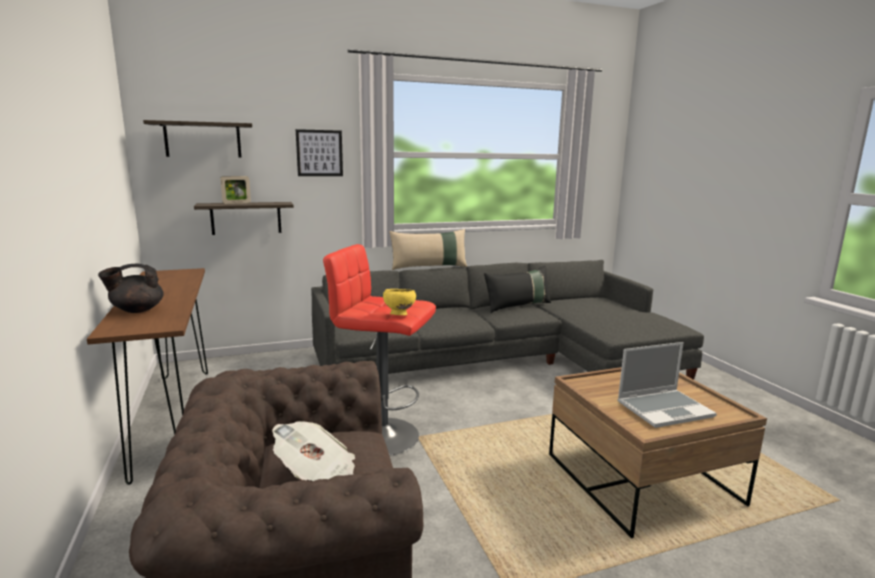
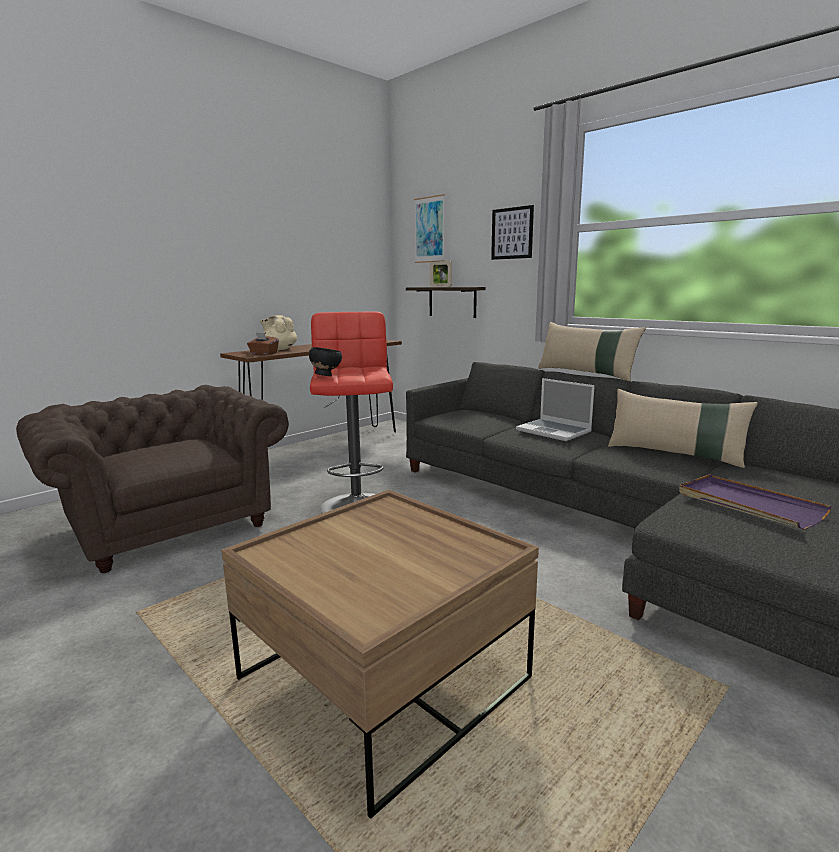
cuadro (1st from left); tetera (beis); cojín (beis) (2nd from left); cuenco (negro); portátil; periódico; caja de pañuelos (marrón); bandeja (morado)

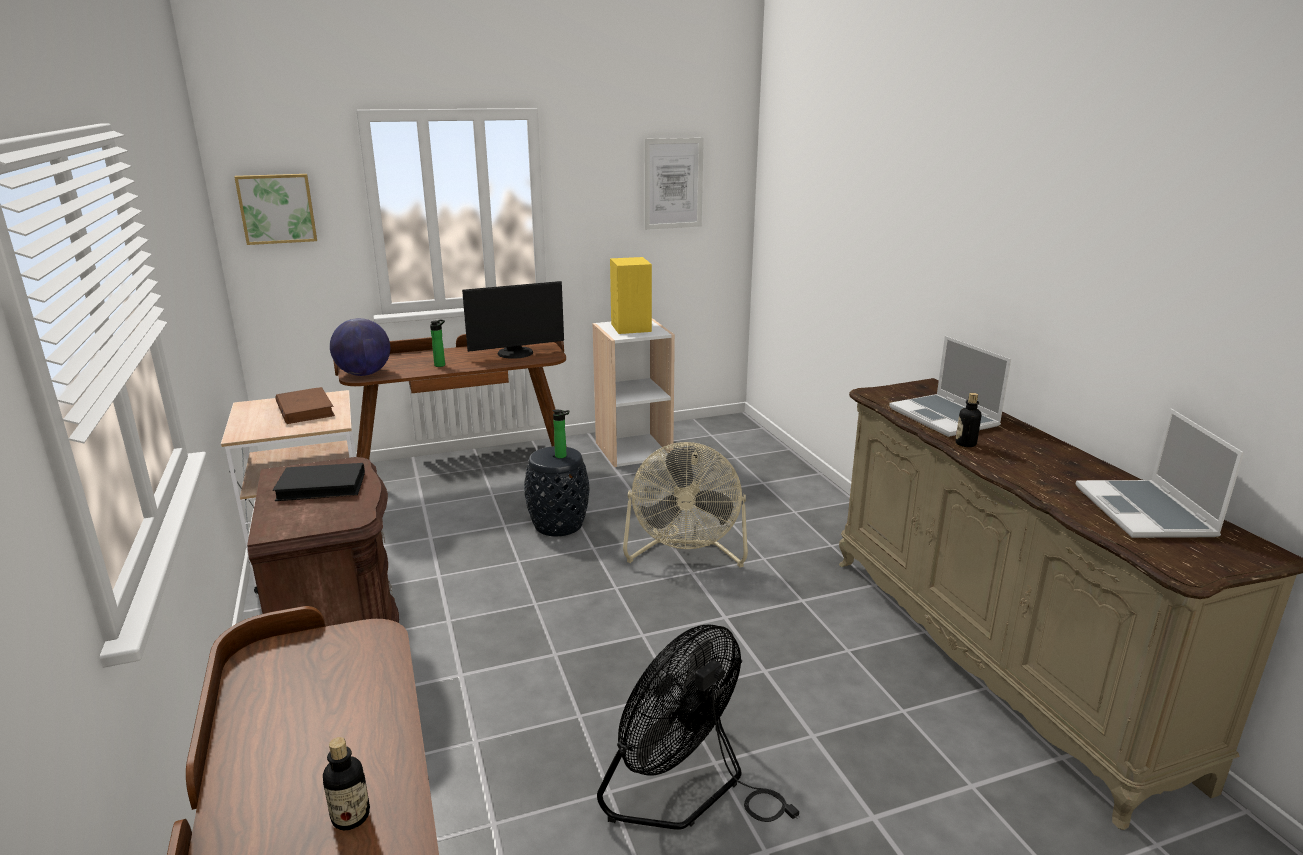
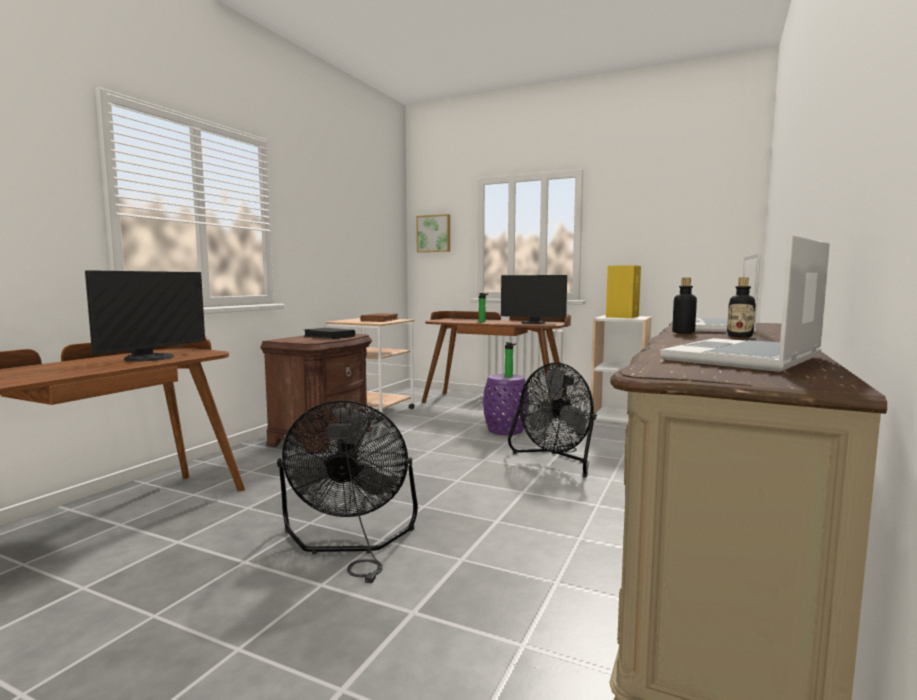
cuadro (2nd from left in the first image); globo terráqueo; ventilador (negro) (2nd from left); taburete (morado); botella (4th from left); monitor (1st from left)

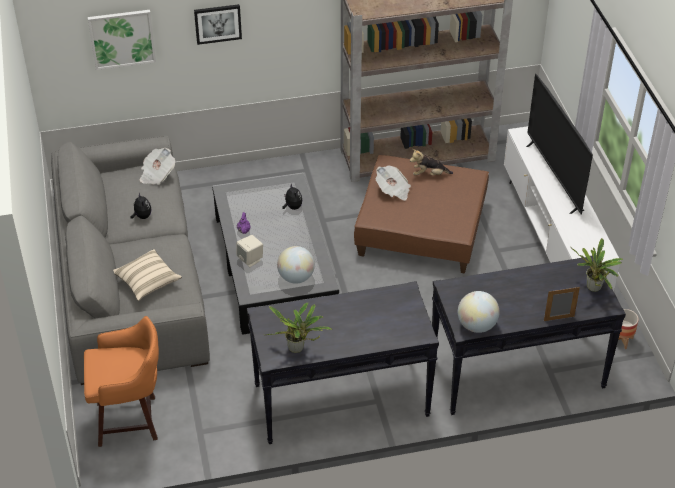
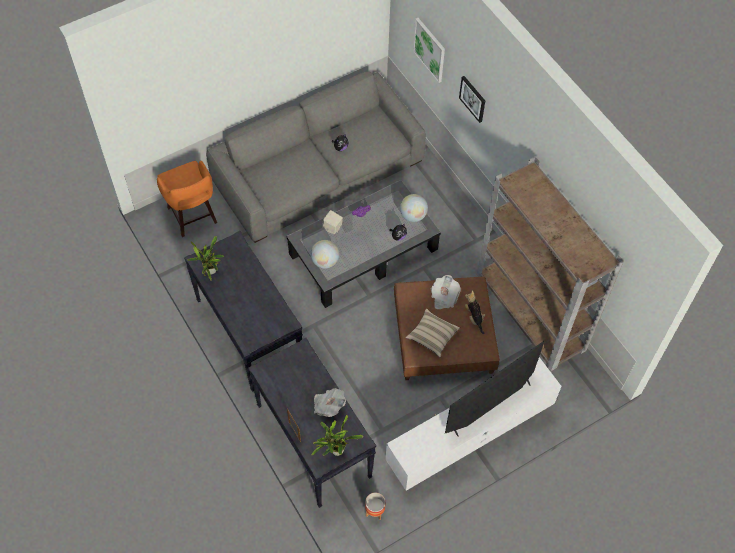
periódico (1st from left); cojín (beis); globo terráqueo (2nd from left)

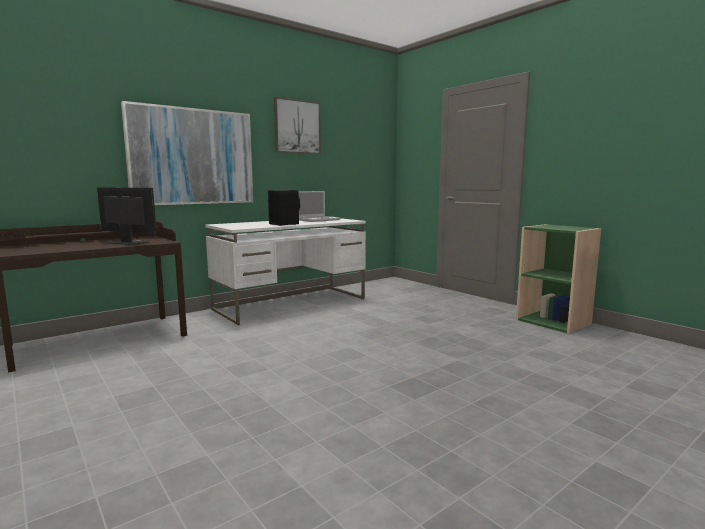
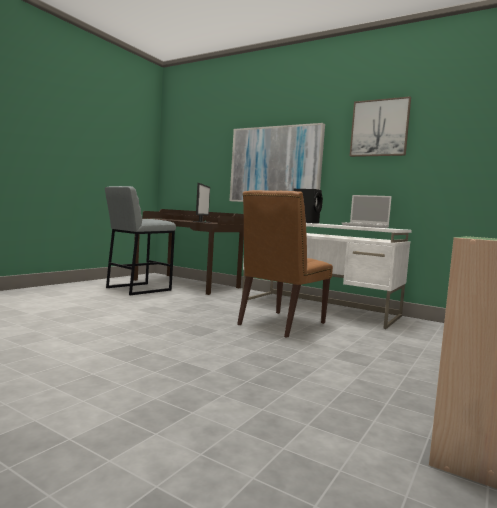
taburete (gris); silla (marrón)

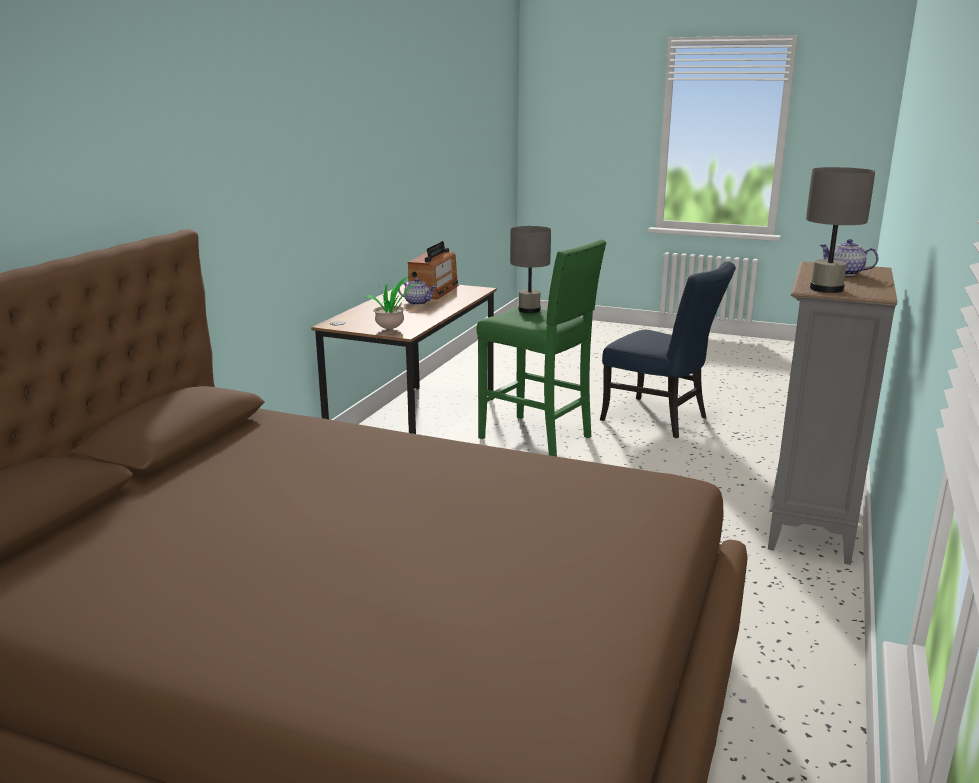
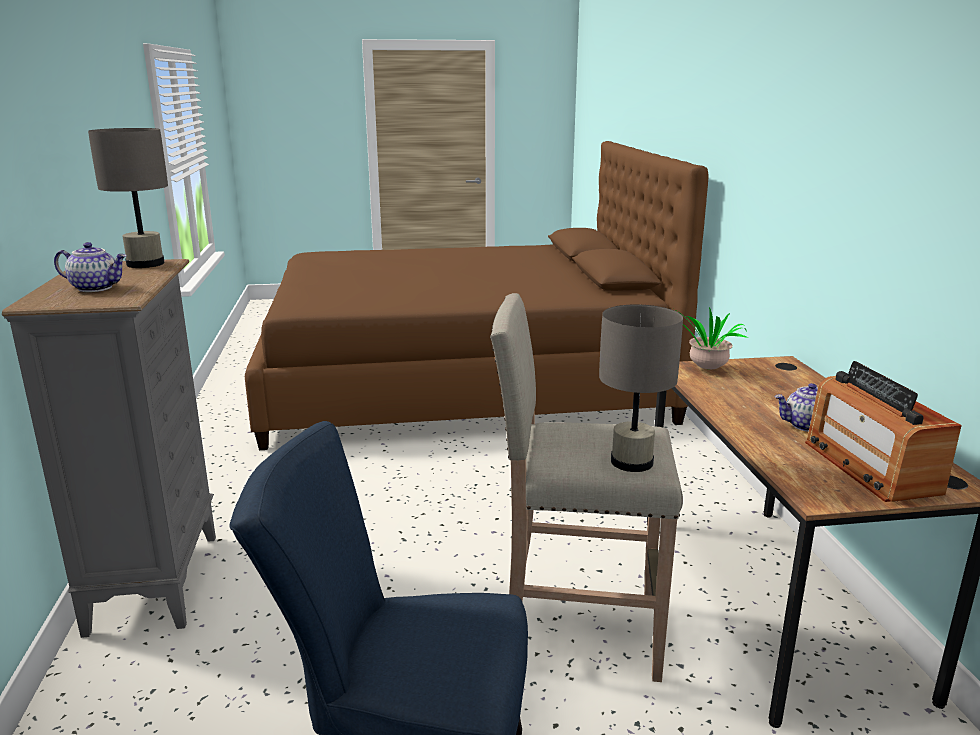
taburete (beis)

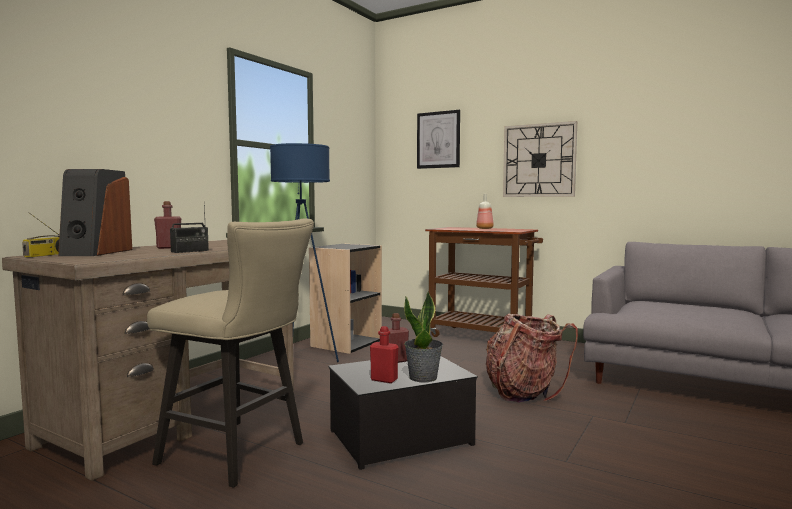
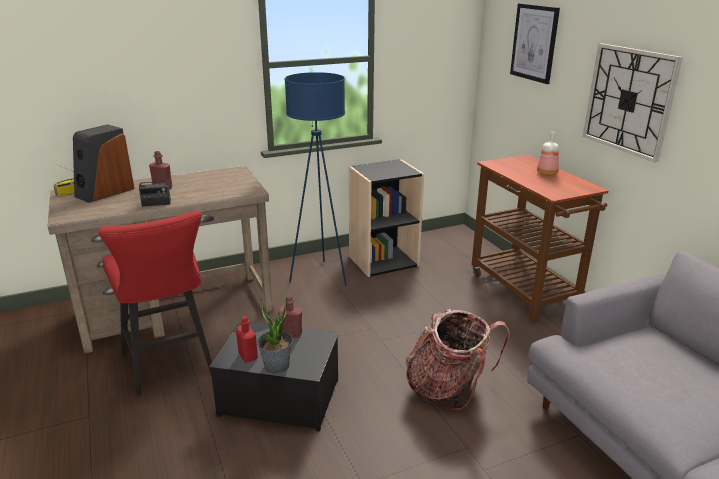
taburete (rojo)

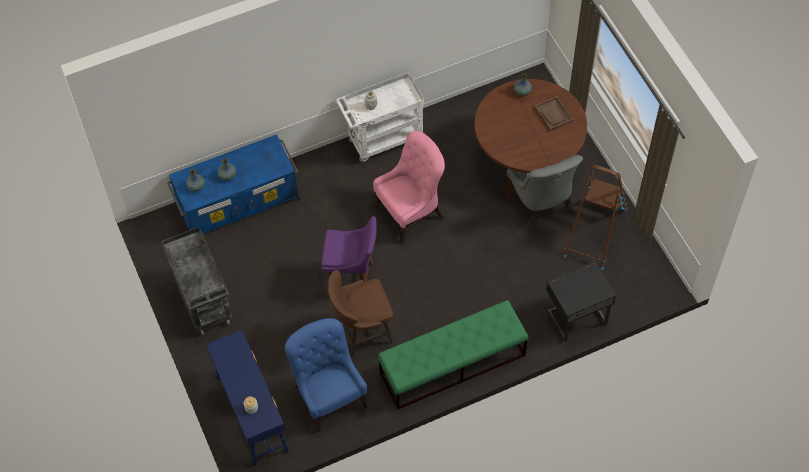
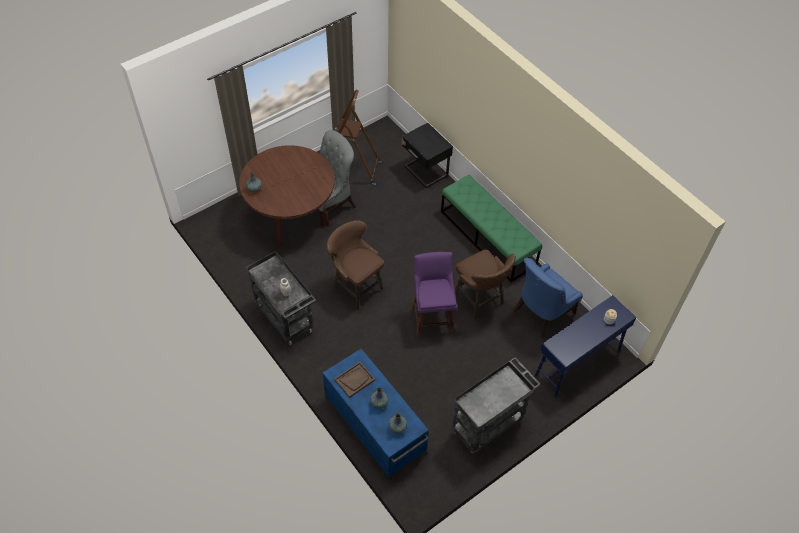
carrito (negro) (1st from left); bandeja (marrón); taburete (marrón) (1st from left)

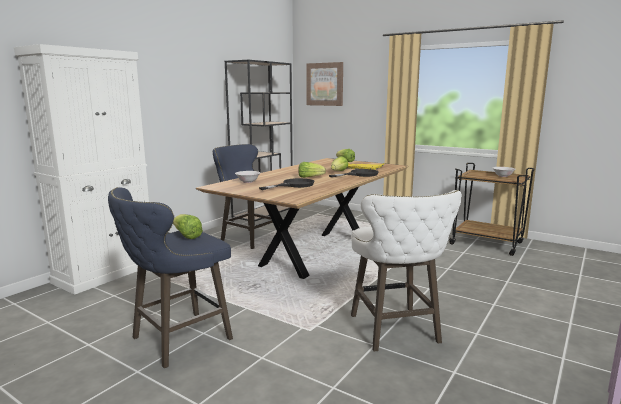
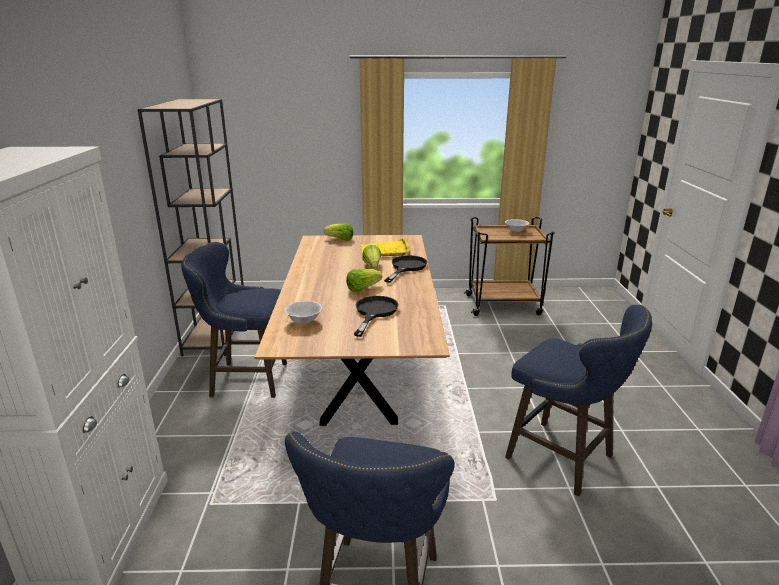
cuadro; taburete (azul) (3rd from left); lechuga (1st from left in the first image)

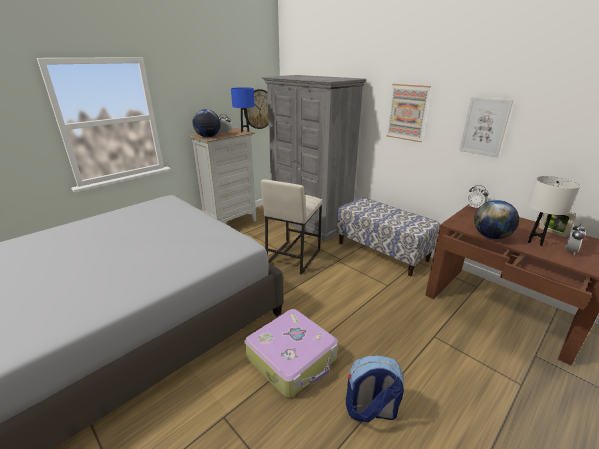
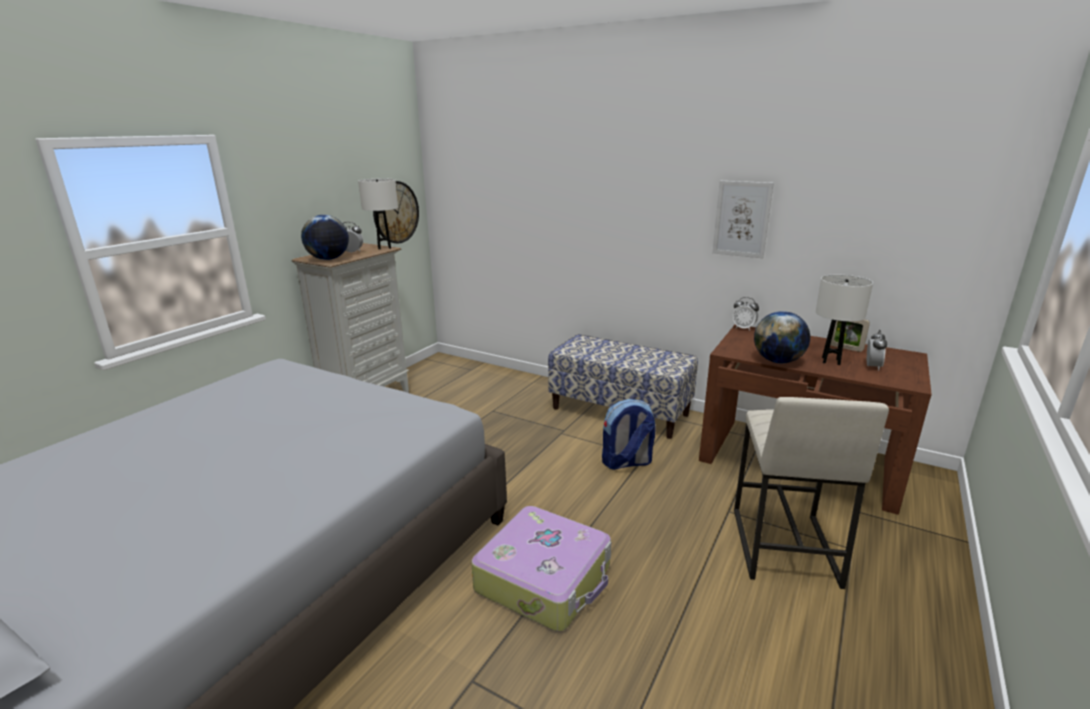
armario ropero (gris); cuadro (1st from left in the first image); lámpara de mesa (blanco) (1st from left); taburete (beis); mochila

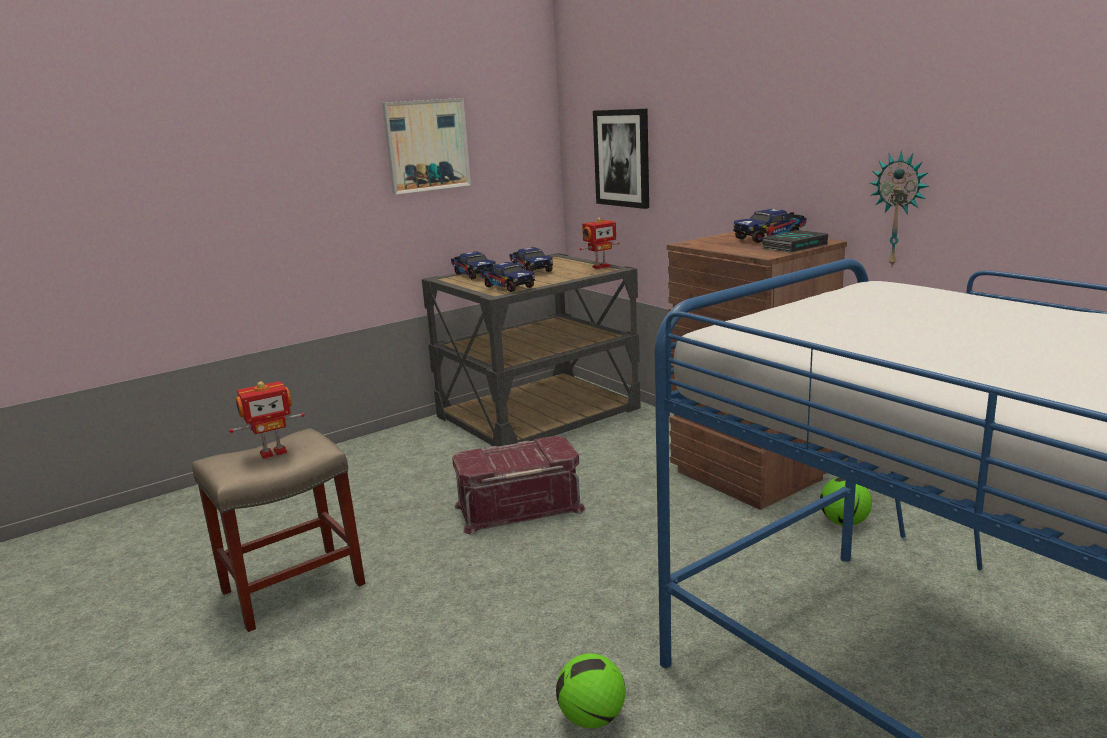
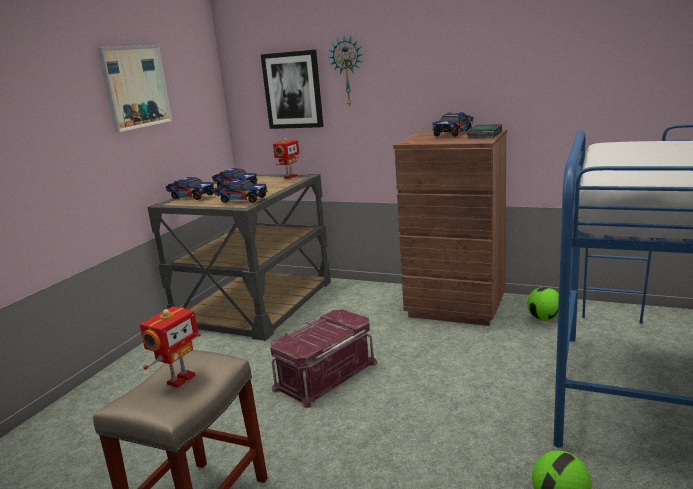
reloj de pared

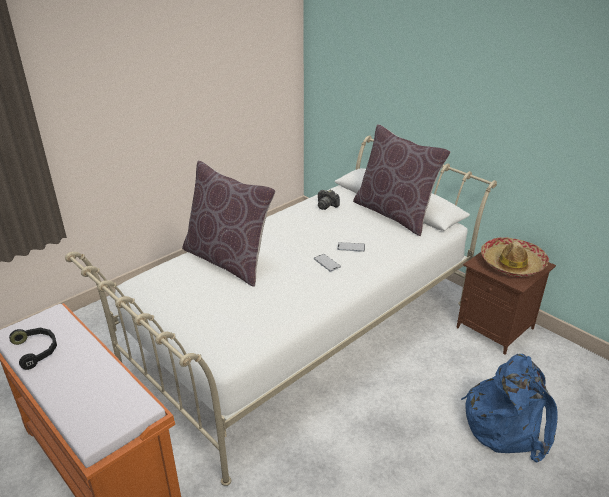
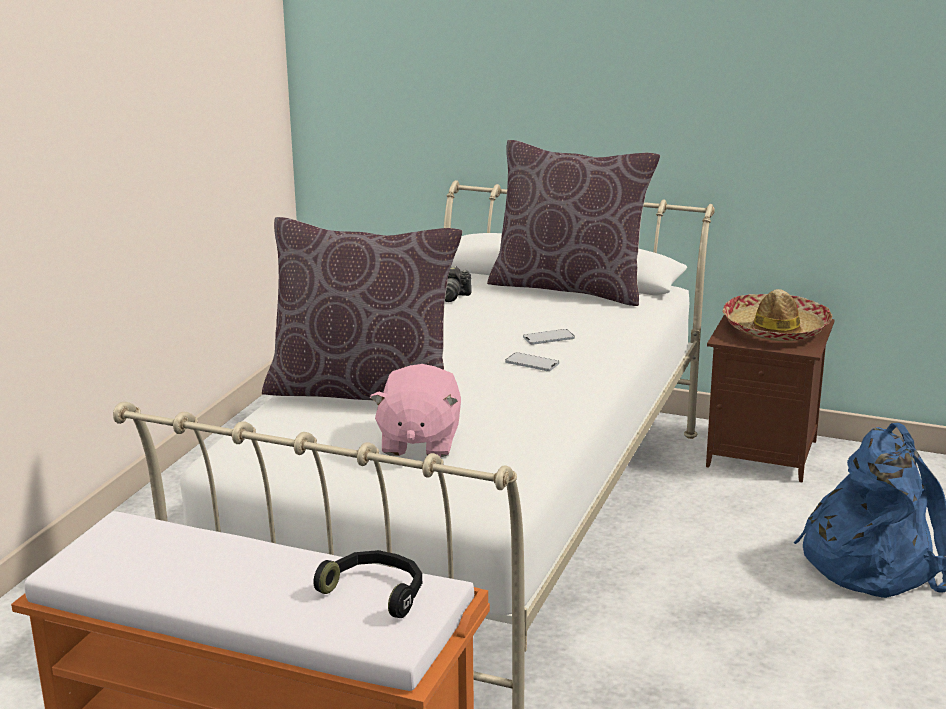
auriculares (negro); peluche (rosa)

